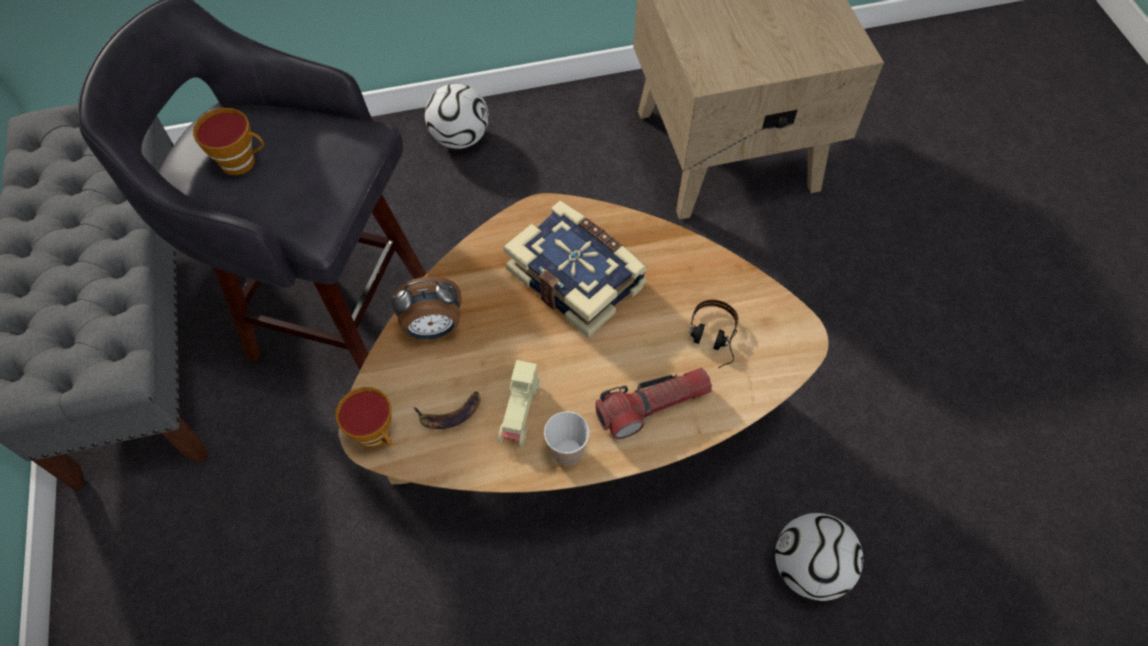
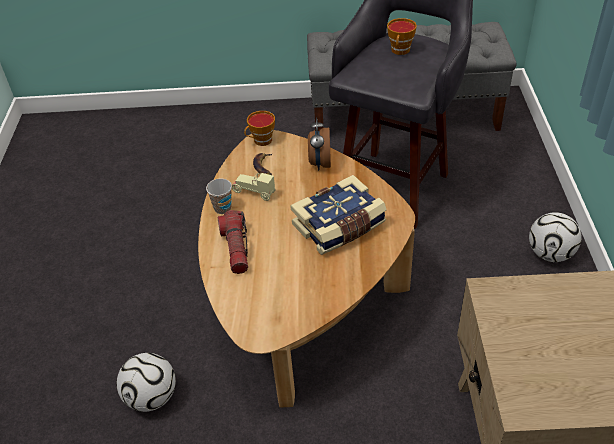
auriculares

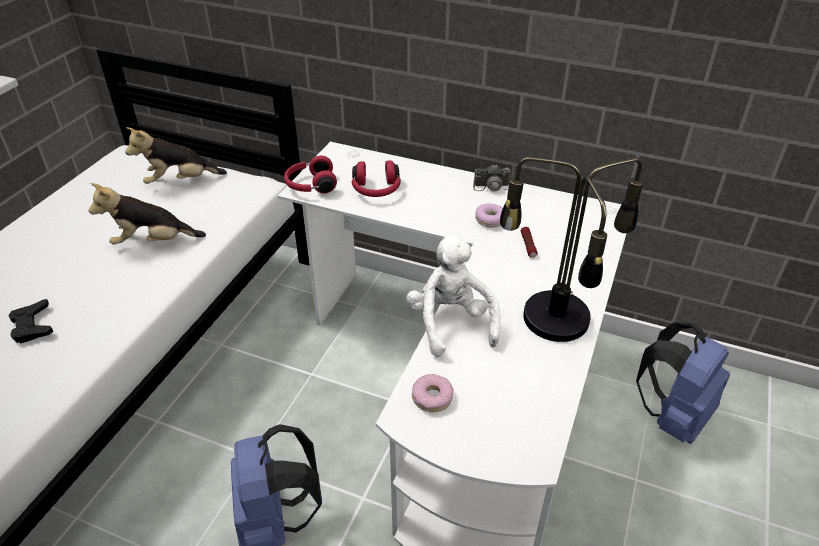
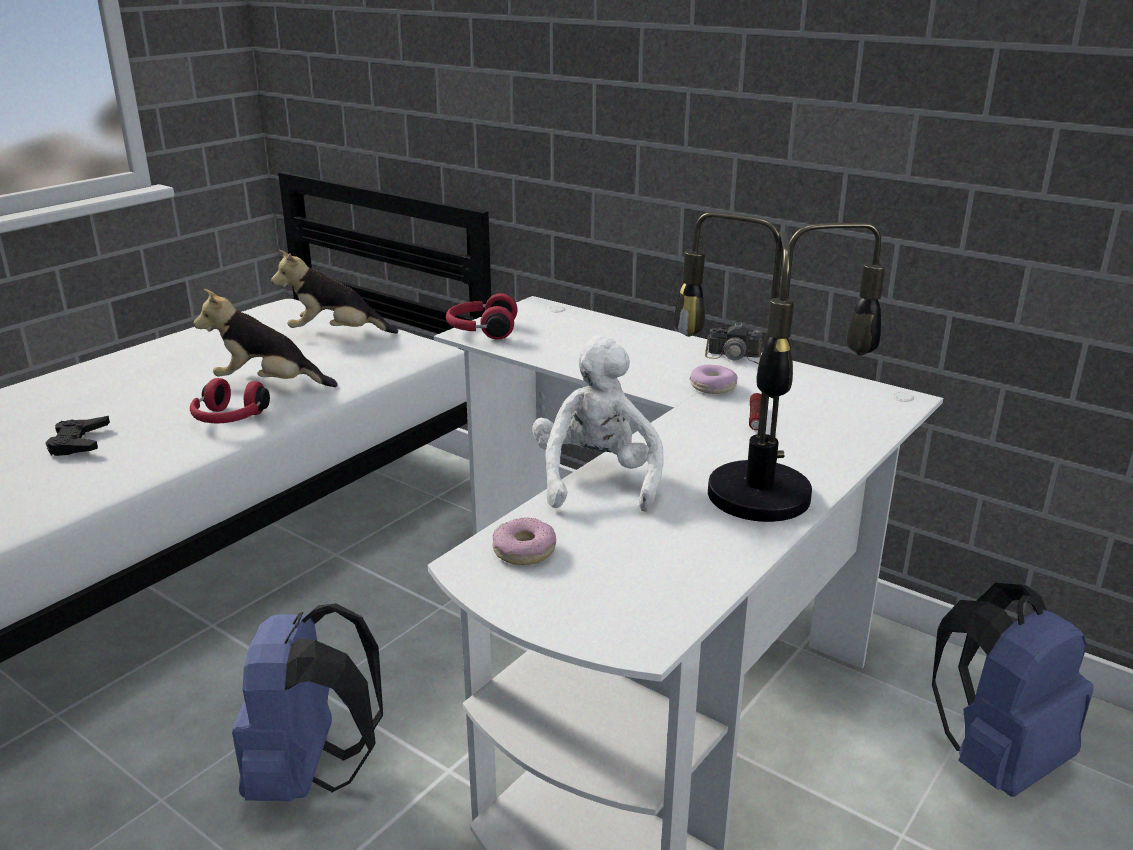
auriculares (rojo) (1st from left)

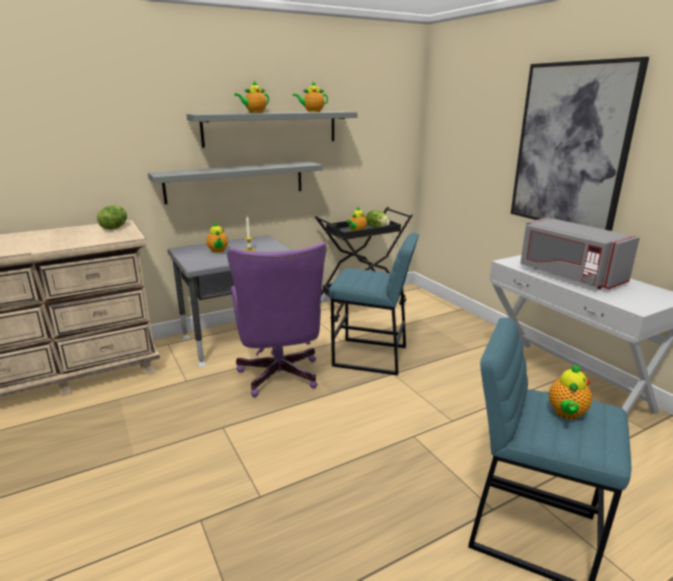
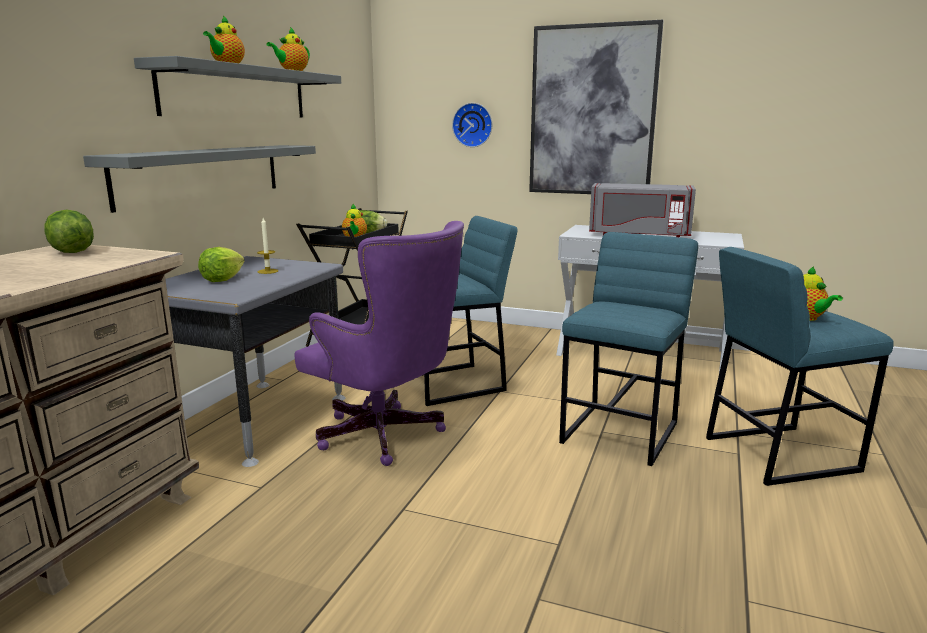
lechuga (2nd from left); reloj de pared; taburete (azul) (2nd from left)

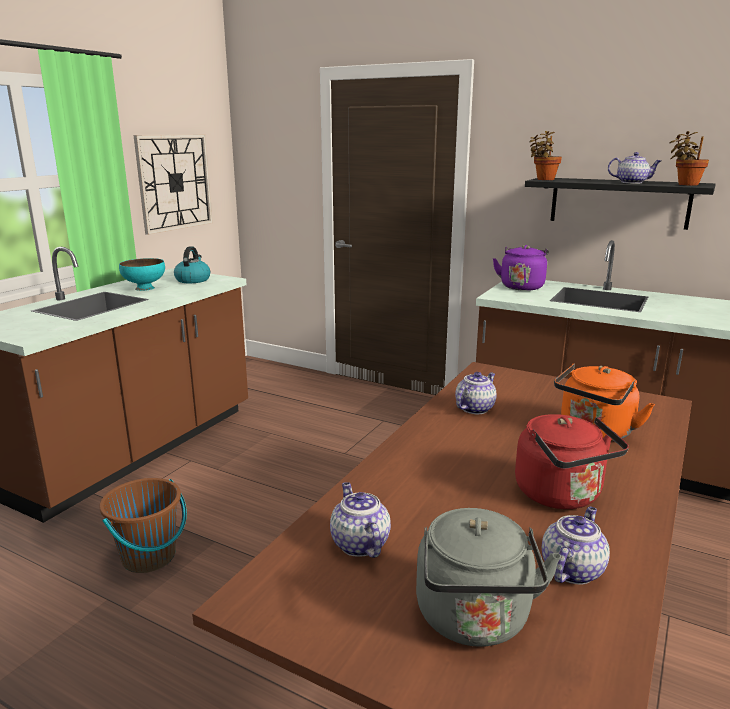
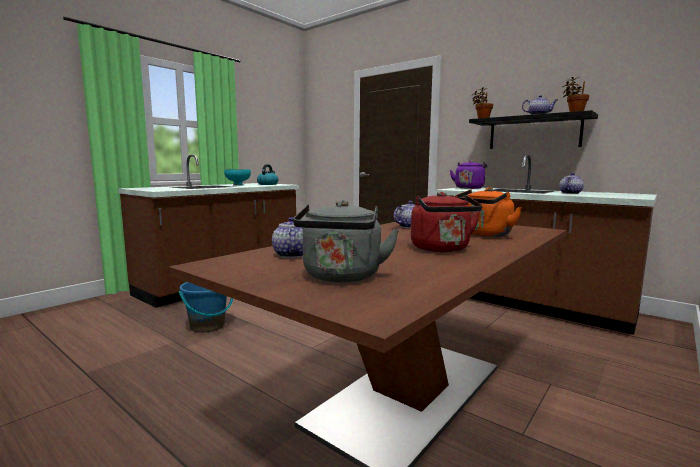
reloj de pared; cubo (azul); tetera (4th from left)

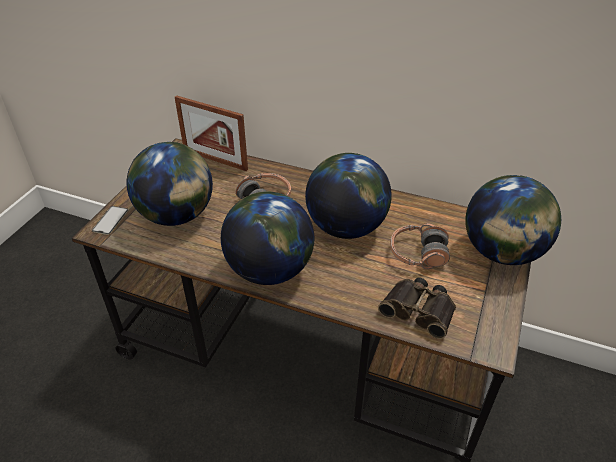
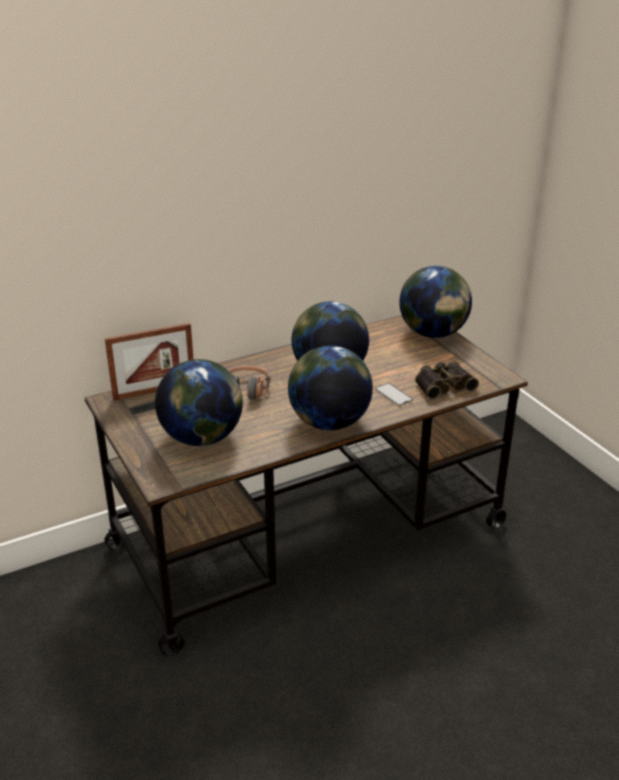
móvil; auriculares (2nd from left in the first image)

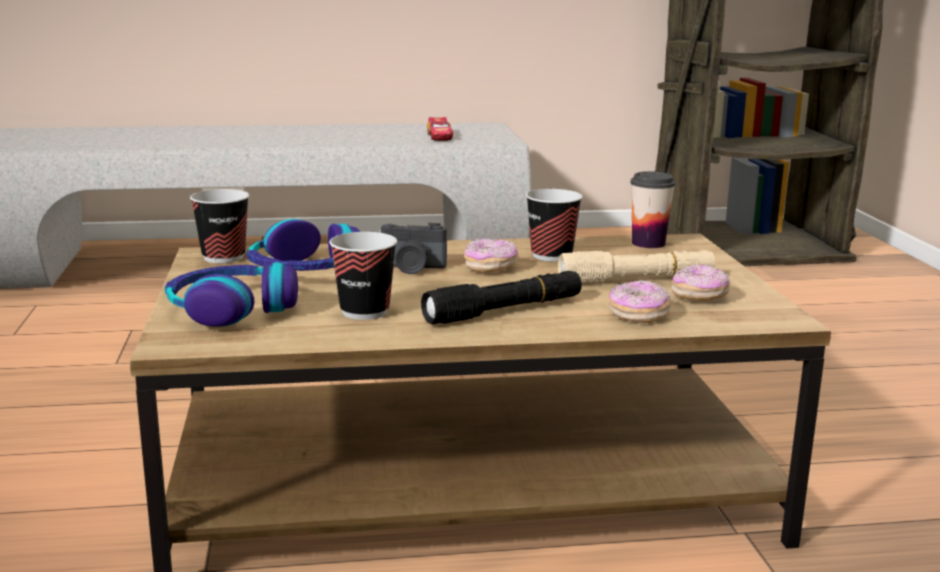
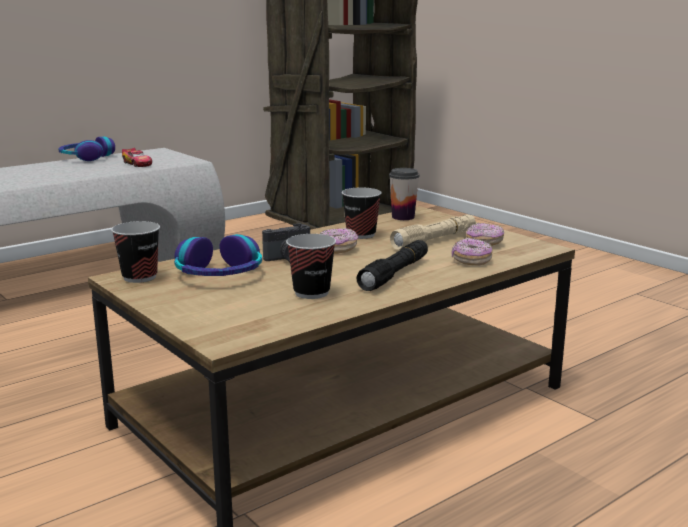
auriculares (1st from left)

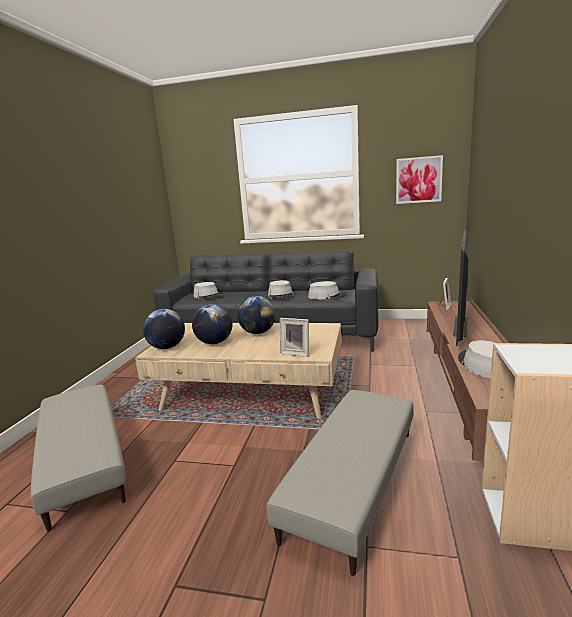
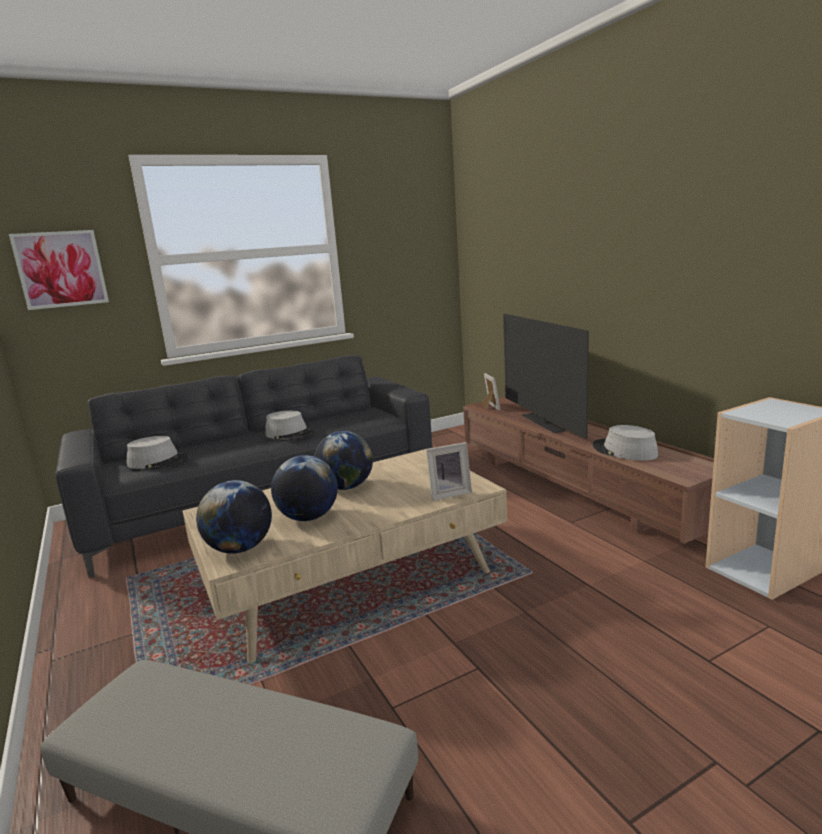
cuadro; sombrero (gris) (3rd from left in the first image); puf (gris) (2nd from left in the first image)

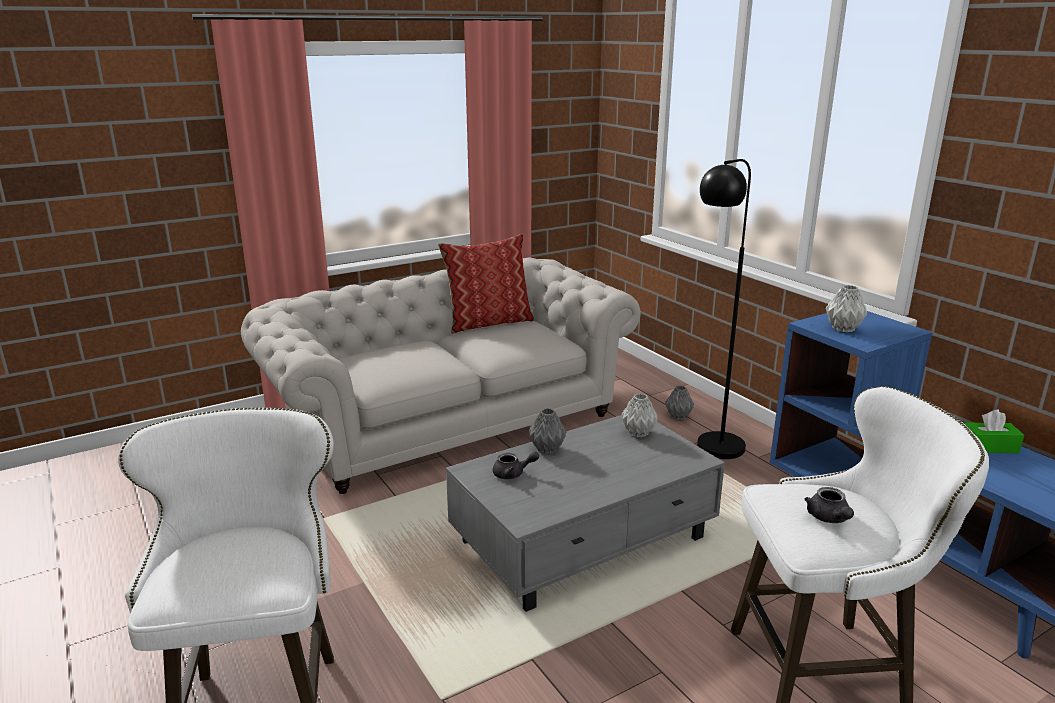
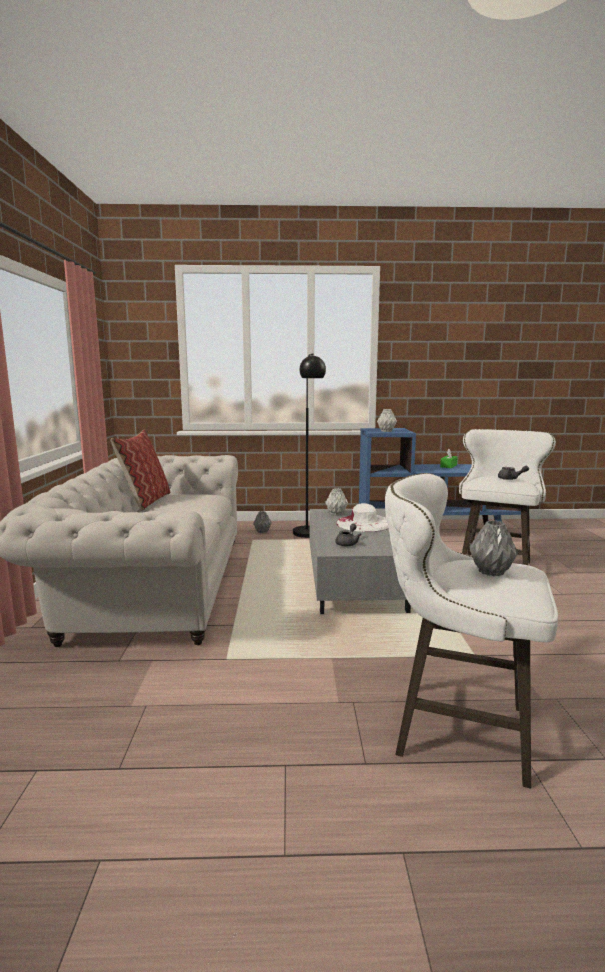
florero (gris) (4th from left); sombrero (blanco)

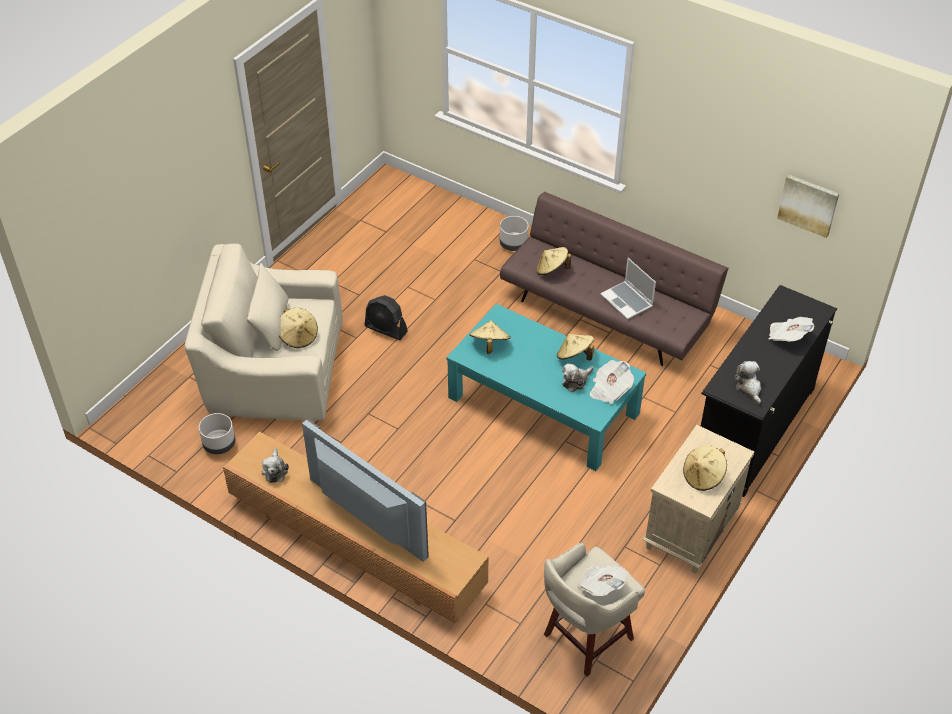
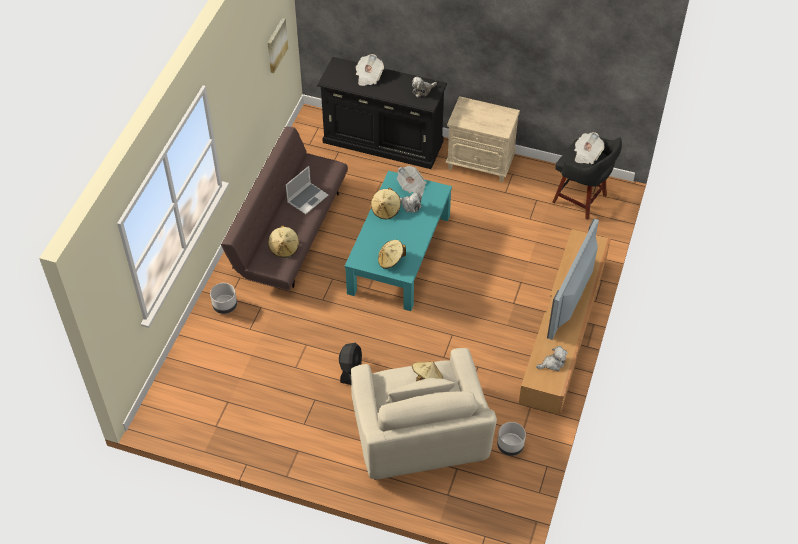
sombrero (beis) (5th from left in the first image); taburete (negro)

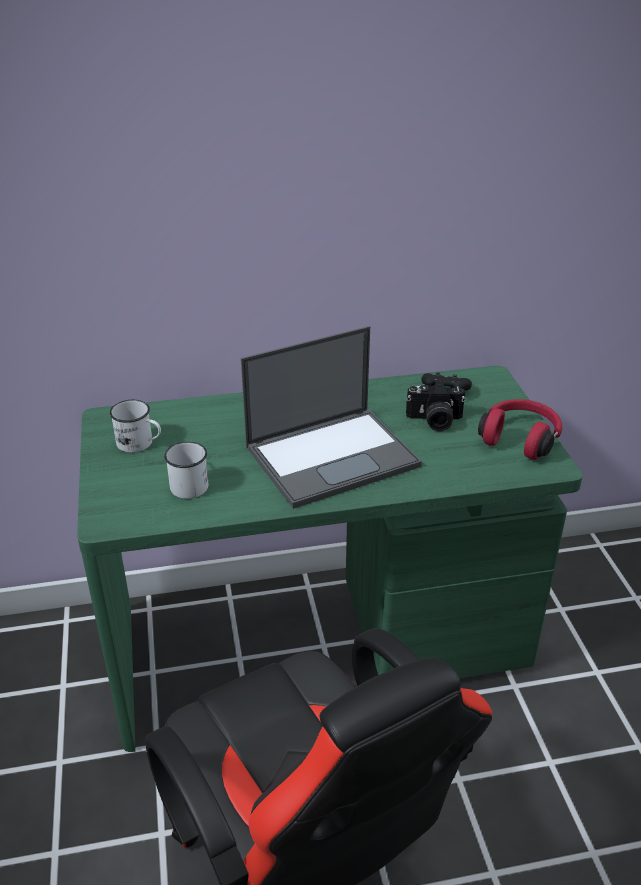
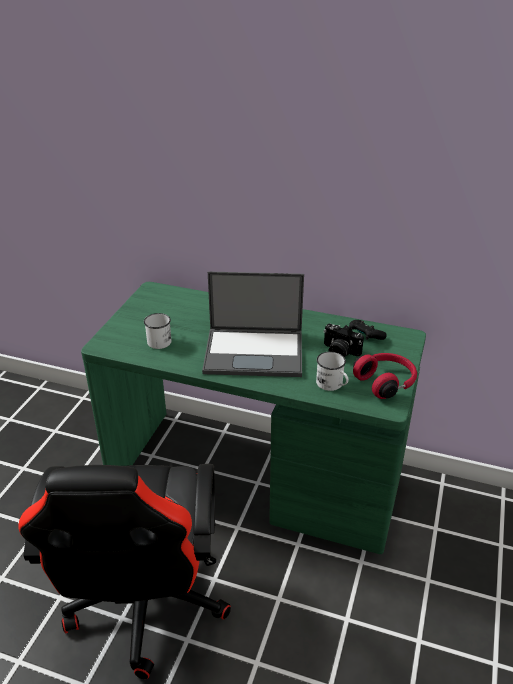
taza grande (blanco) (2nd from left)

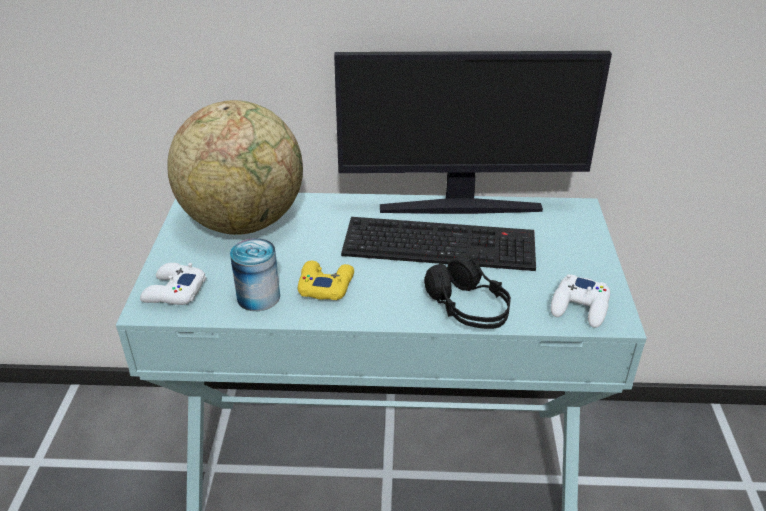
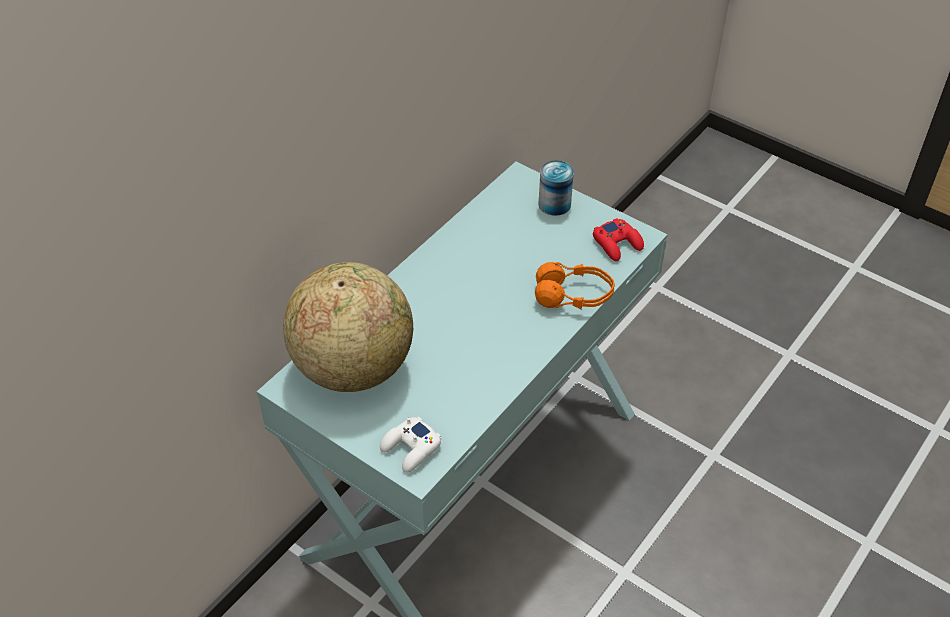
monitor; teclado; lata; auriculares (naranja); mando de consola (amarillo); mando de consola (rojo)

